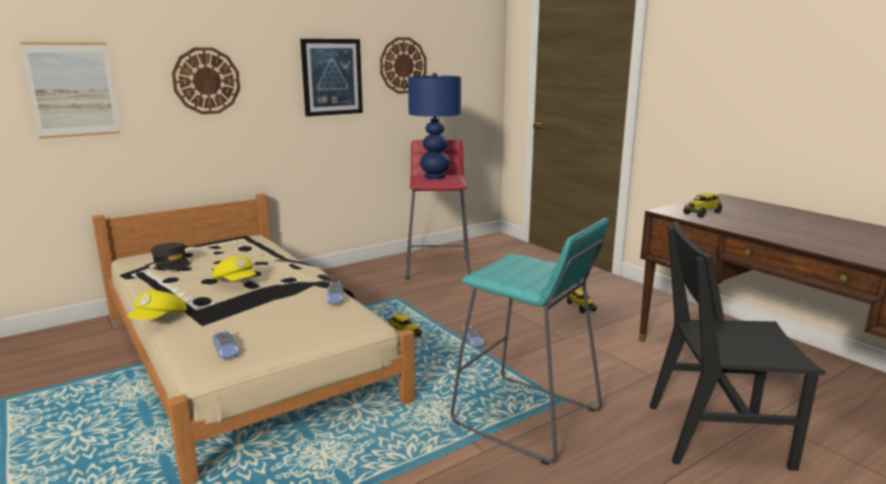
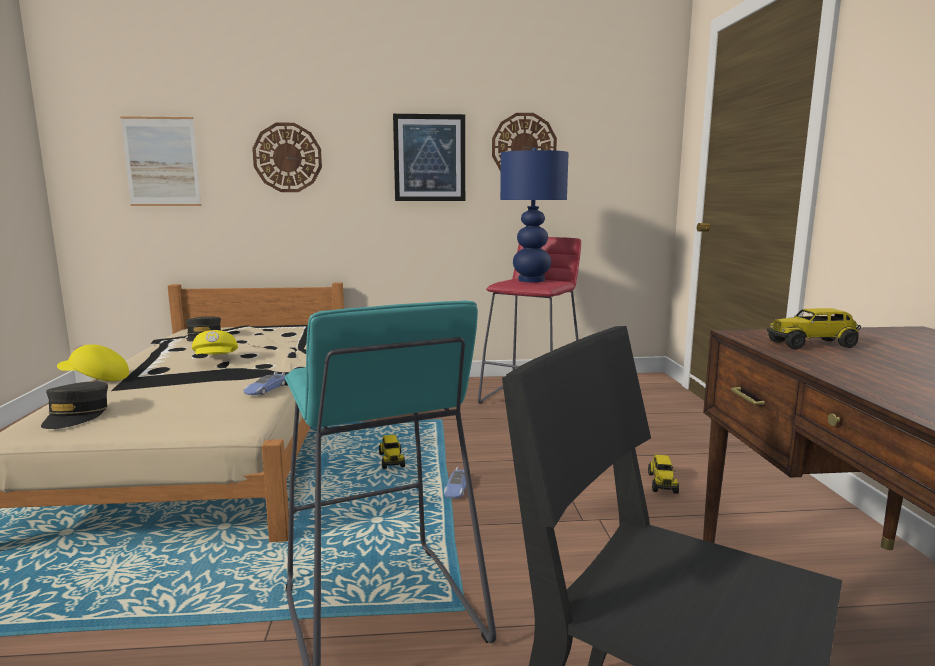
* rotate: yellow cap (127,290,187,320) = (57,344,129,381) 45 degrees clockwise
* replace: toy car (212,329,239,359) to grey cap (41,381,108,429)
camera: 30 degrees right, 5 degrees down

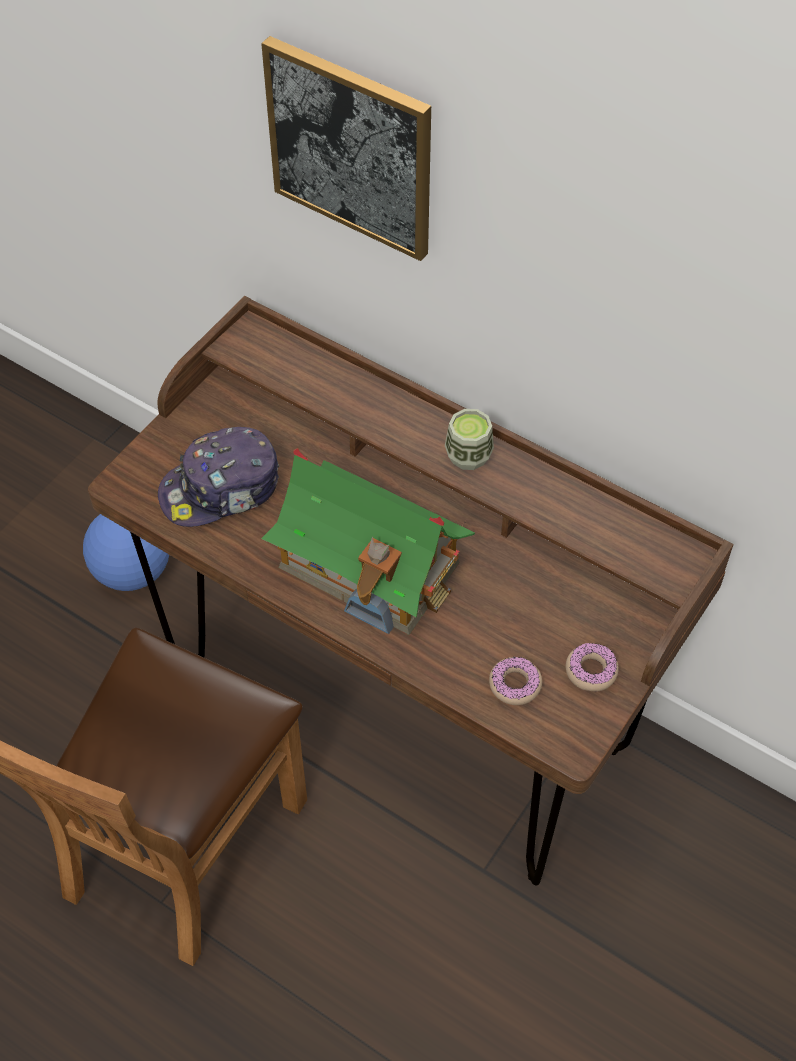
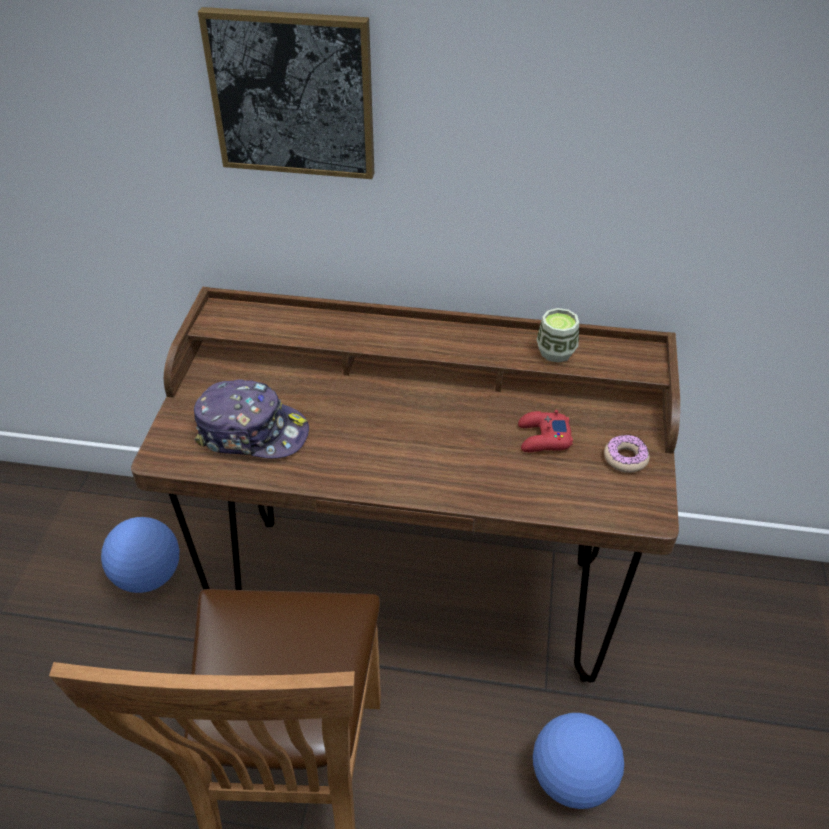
* rotate: cap (158,427,279,527) = (194,379,309,459) 120 degrees counterclockwise
* delete: toy house (261,448,475,635)
* move: cup (445,409,494,470) to (537,308,579,363)
* delete: donut (489,657,542,705)
* insert: red game controller (518,410,573,452)
* insert: football (533,713,624,809)
camera: 25 degrees left, 10 degrees down

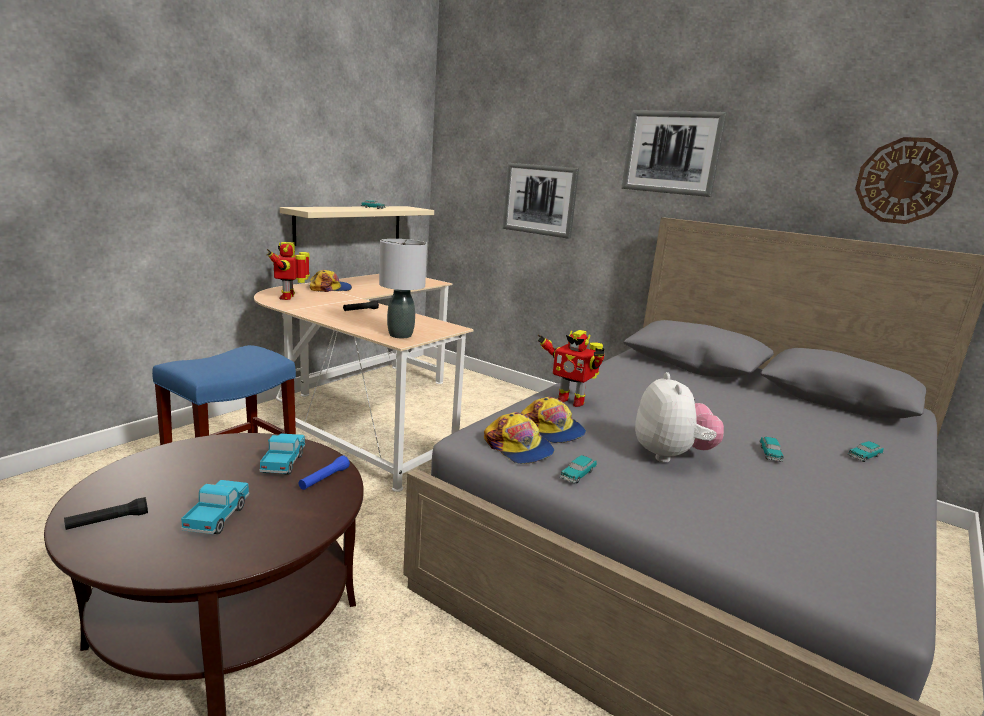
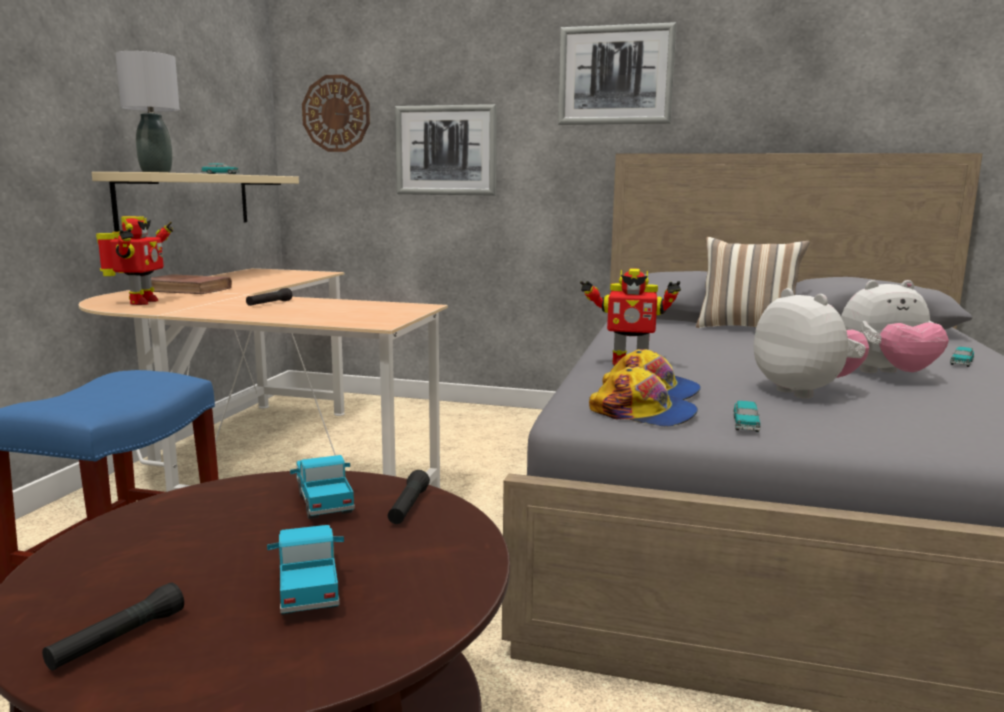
* rotate: toy robot (267,242,310,300) = (96,216,173,305) 150 degrees counterclockwise
* recolor: blue flashlight (299,455,350,490) to black flashlight (388,470,430,524)
* replace: cap (310,270,352,292) to brown book (151,274,232,294)
* move: grey table lamp (379,239,427,338) to (115,51,180,173)
* replace: toy car (759,437,784,462) to plush toy (841,280,949,373)
* move: wall clock (855,137,959,224) to (302,75,370,152)
* insert: pillow (696,237,810,328)
camera: 20 degrees left, 5 degrees down

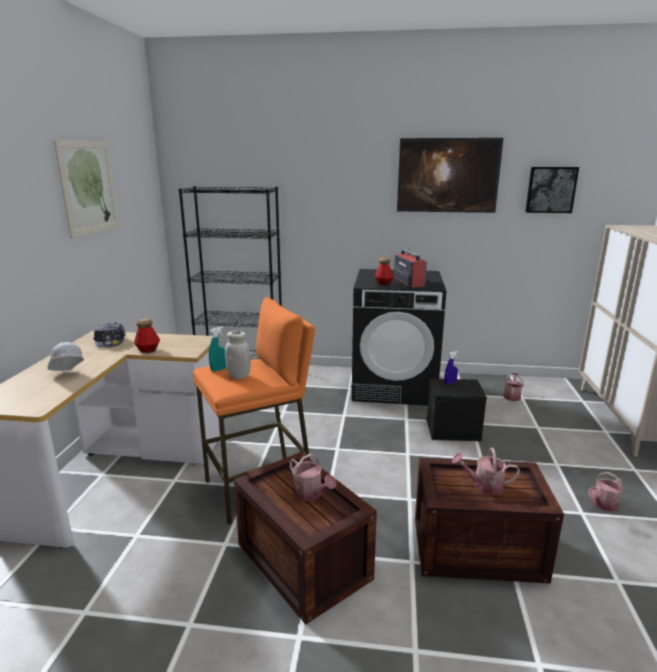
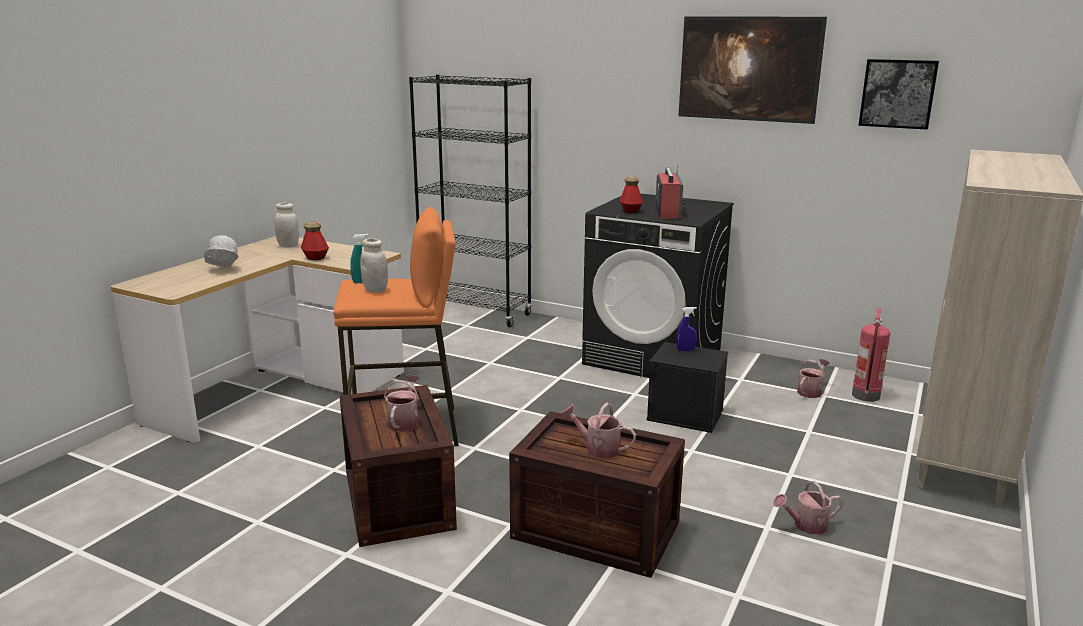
* delete: picture (53,140,119,238)
* replace: cap (93,322,126,347) to white jar (275,203,299,247)
* rotate: watering can (289,453,336,501) = (384,375,419,432) 150 degrees counterclockwise
* insert: fire extinguisher (852,308,890,402)
camera: 20 degrees right, 0 degrees up

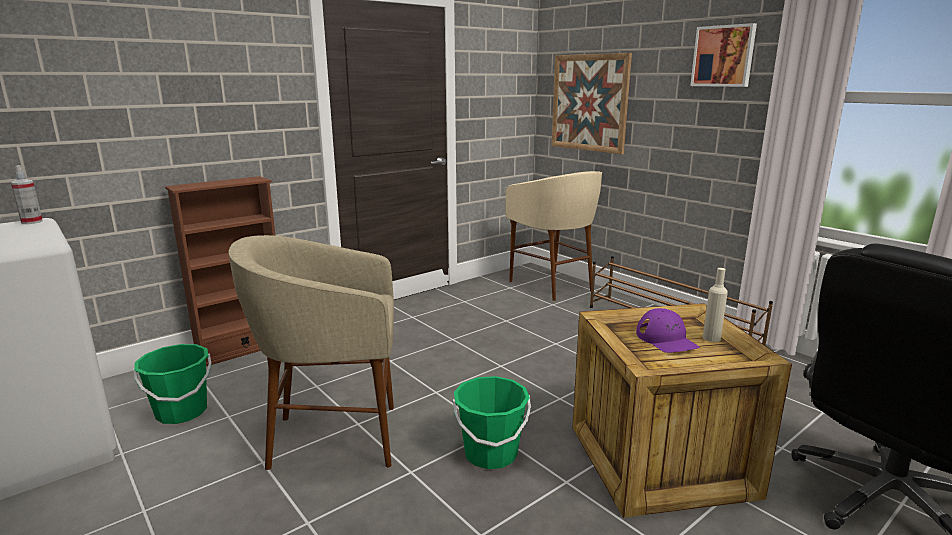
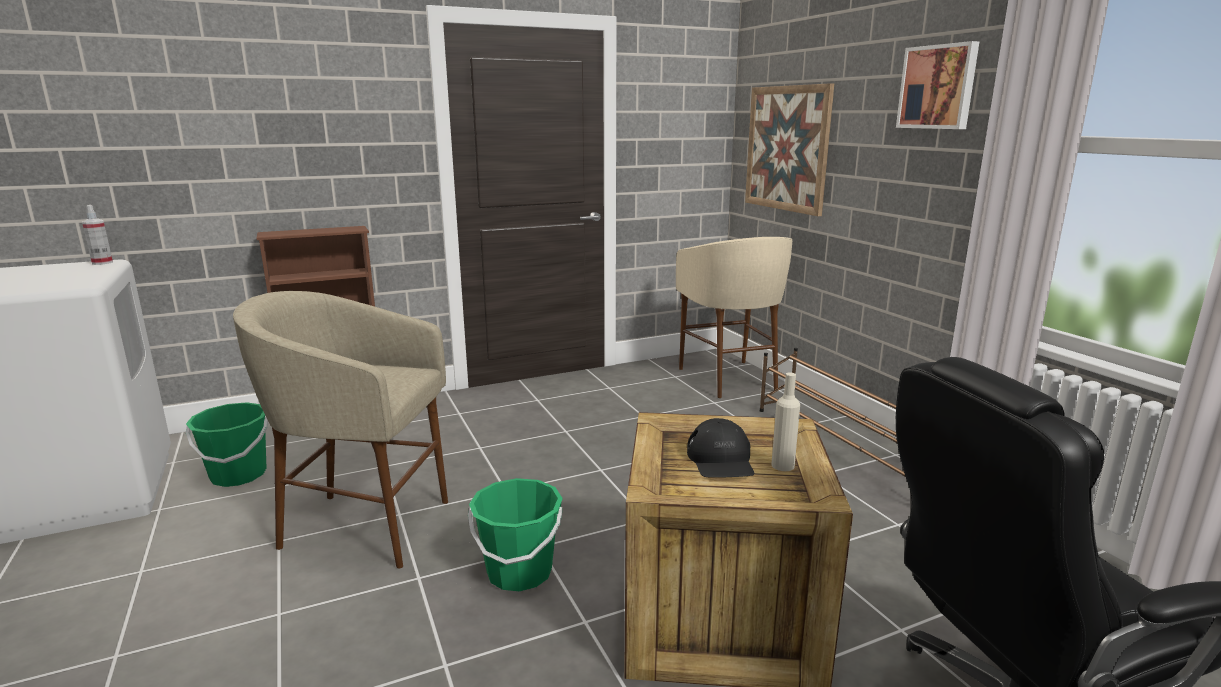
* recolor: purple cap (636,308,699,353) to black cap (687,418,754,477)
camera: 15 degrees right, 0 degrees up

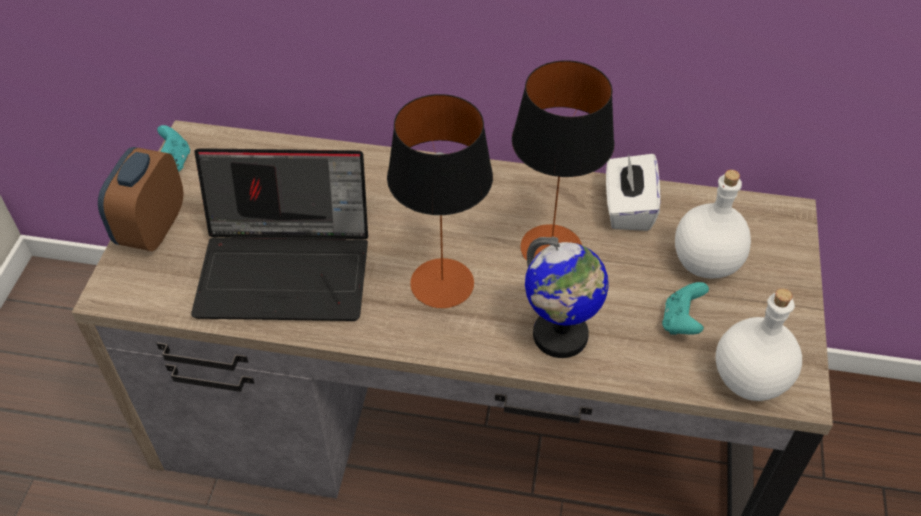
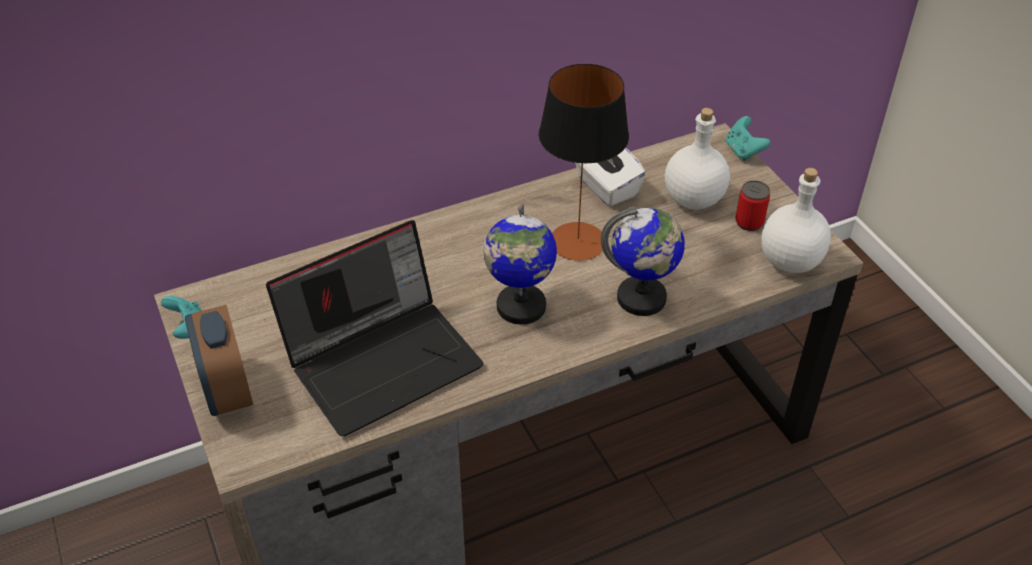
* replace: table lamp (387,94,493,308) to globe (483,203,557,325)
* move: turquoise game controller (662,282,709,335) to (726,116,771,161)
* insert: can (735,181,770,231)
camera: 35 degrees left, 5 degrees down

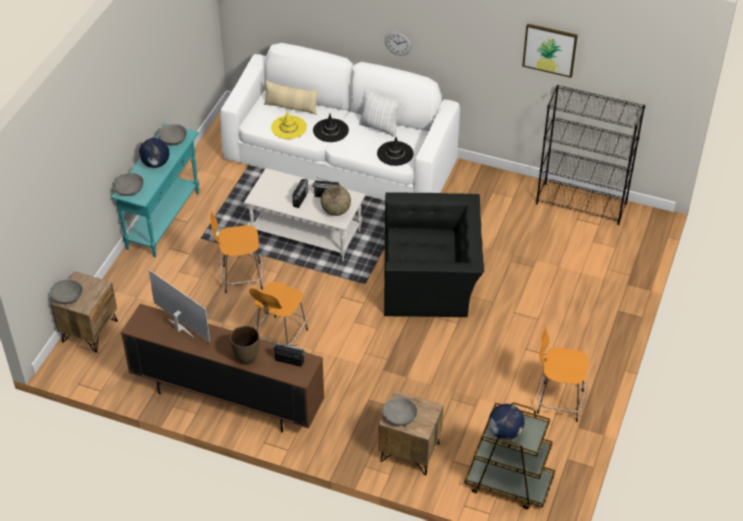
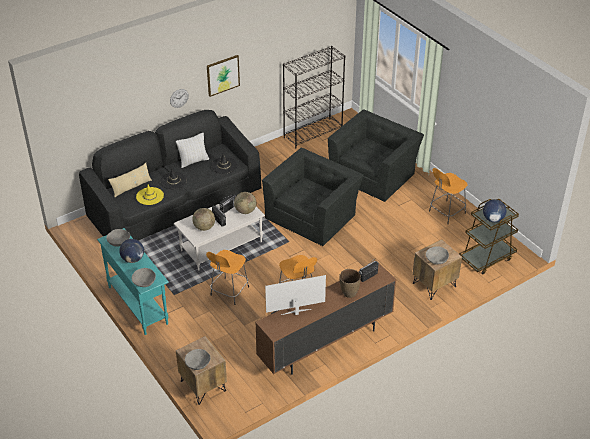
* recolor: white sofa (220,43,460,201) to black sofa (79,110,261,241)
* move: picture (522,24,578,78) to (207,55,240,97)
* insert: globe (192,208,215,231)
* insert: black armchair (328,109,424,202)
camera: 55 degrees left, 5 degrees down

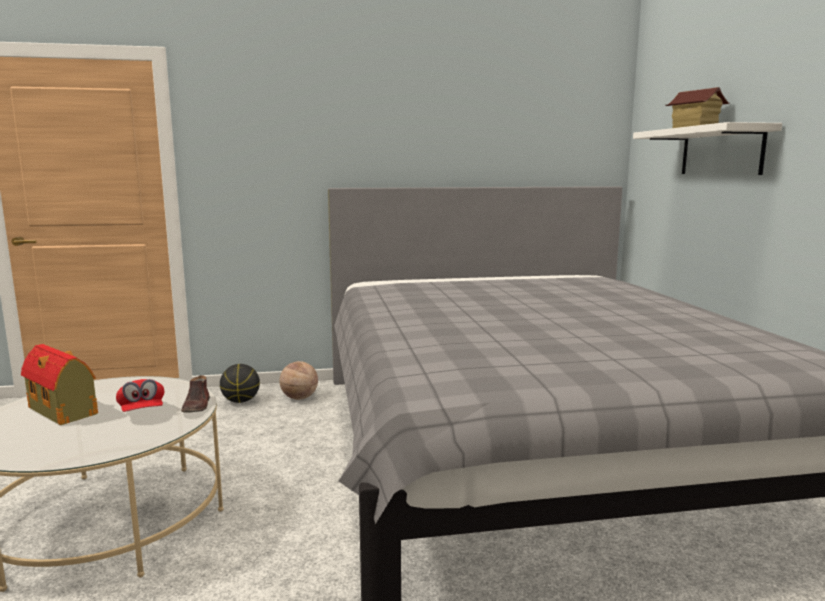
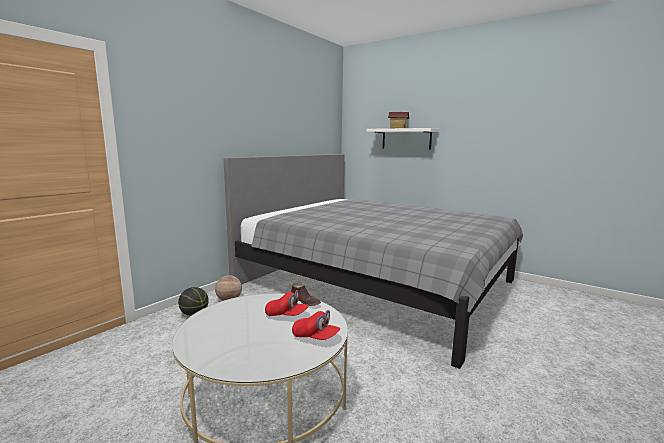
* delete: toy house (21,344,98,425)
* insert: red cap (292,310,340,340)
camera: 45 degrees left, 0 degrees up

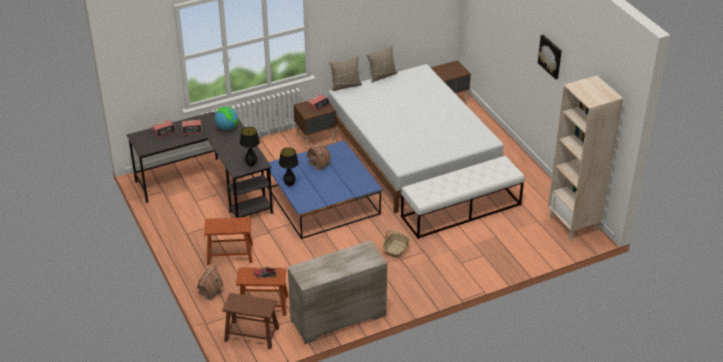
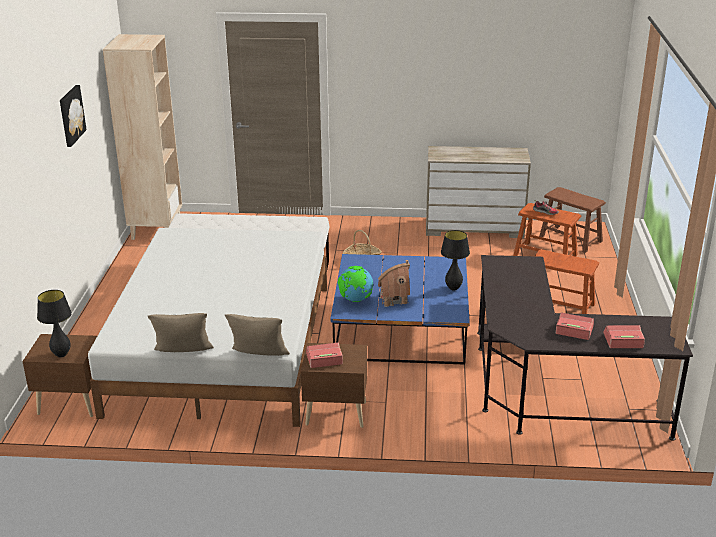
* delete: toy house (197,264,224,301)
* move: globe (214,107,238,130) to (338,266,373,302)
* move: black table lamp (240,127,260,166) to (37,290,72,357)
camera: 150 degrees left, 10 degrees down

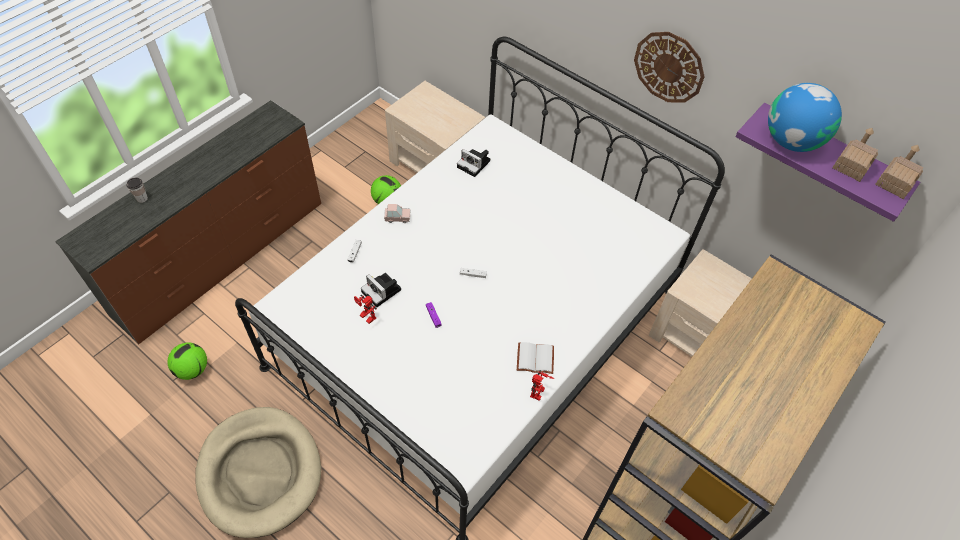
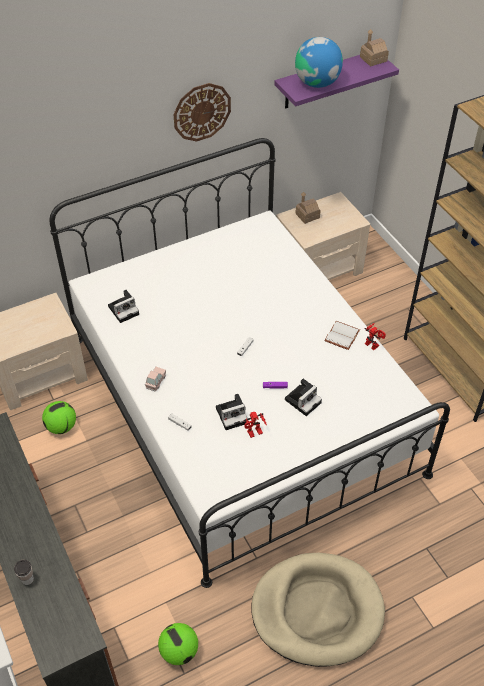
* move: toy house (832,128,878,182) to (295,192,321,224)
* insert: photo camera (285,379,322,416)
camera: 65 degrees left, 5 degrees down

